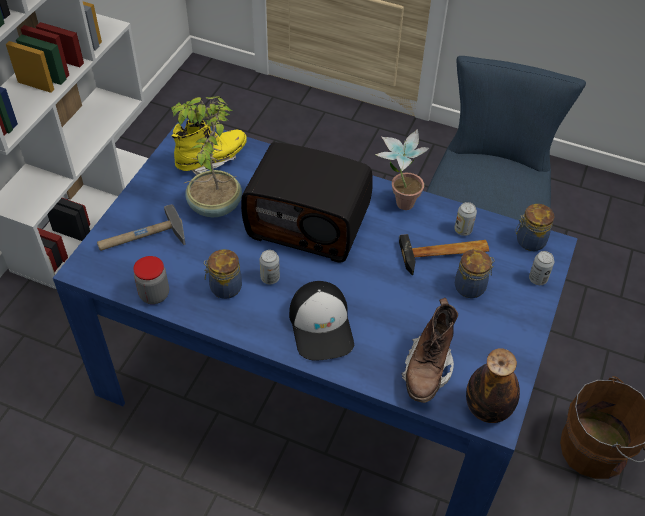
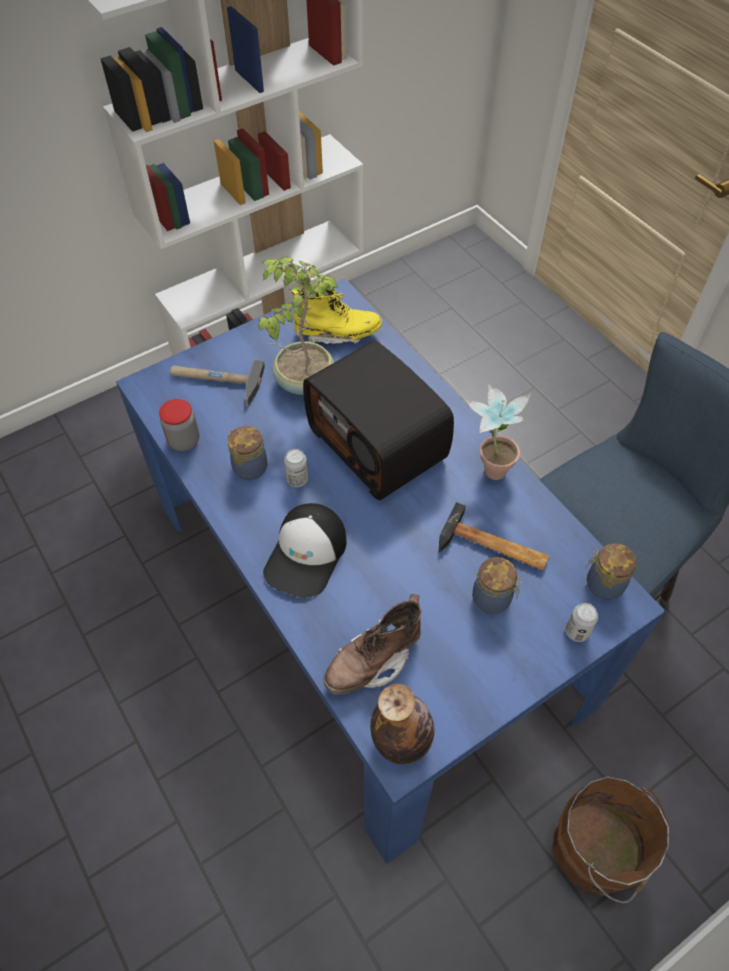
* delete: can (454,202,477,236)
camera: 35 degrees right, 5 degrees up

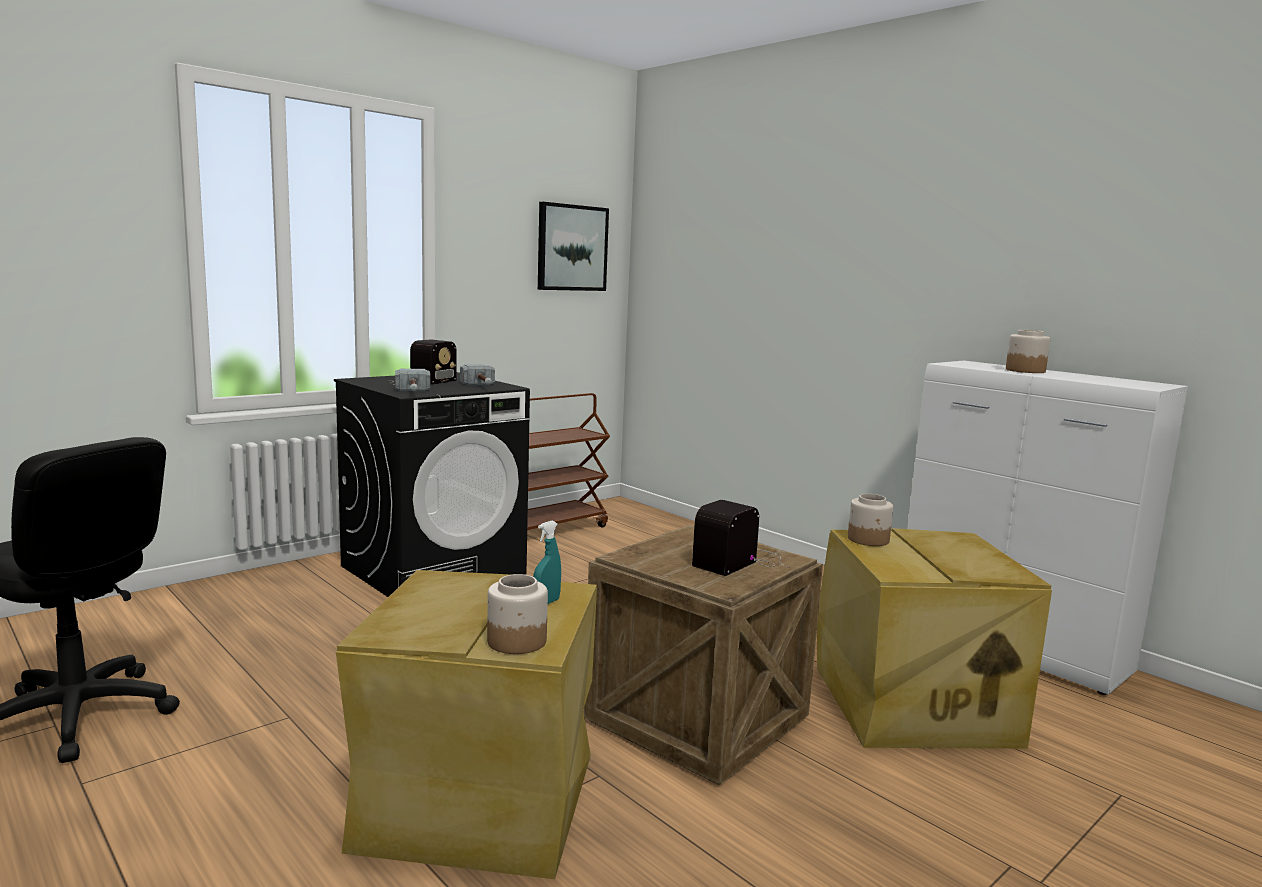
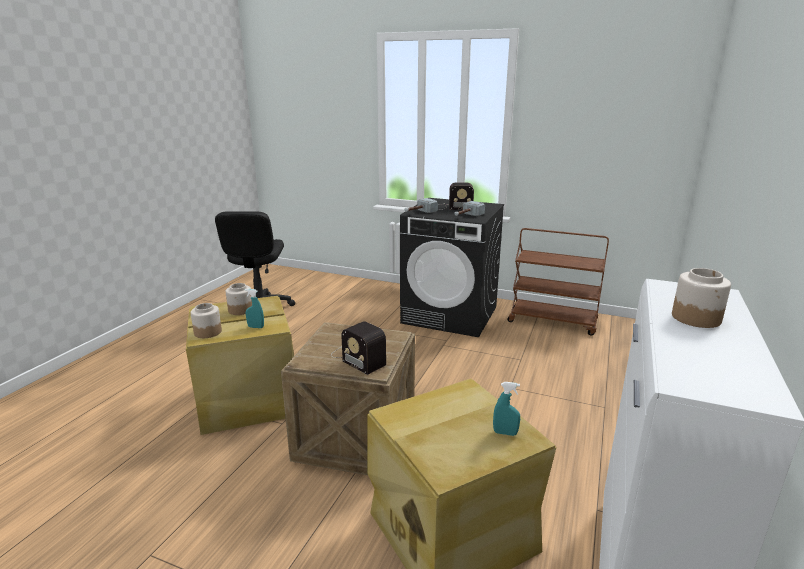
* delete: picture (538,202,609,291)
* rotate: radio (692,500,788,576) = (331,321,386,375) 150 degrees counterclockwise
* move: jar (848,494,893,546) to (226,283,252,315)
* insert: turquoise spray bottle (493,382,520,436)
camera: 65 degrees right, 10 degrees up

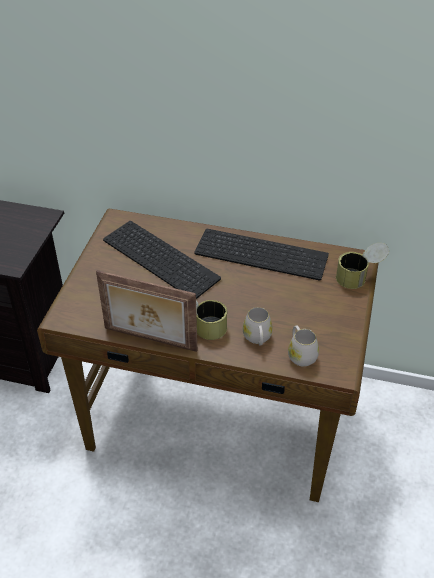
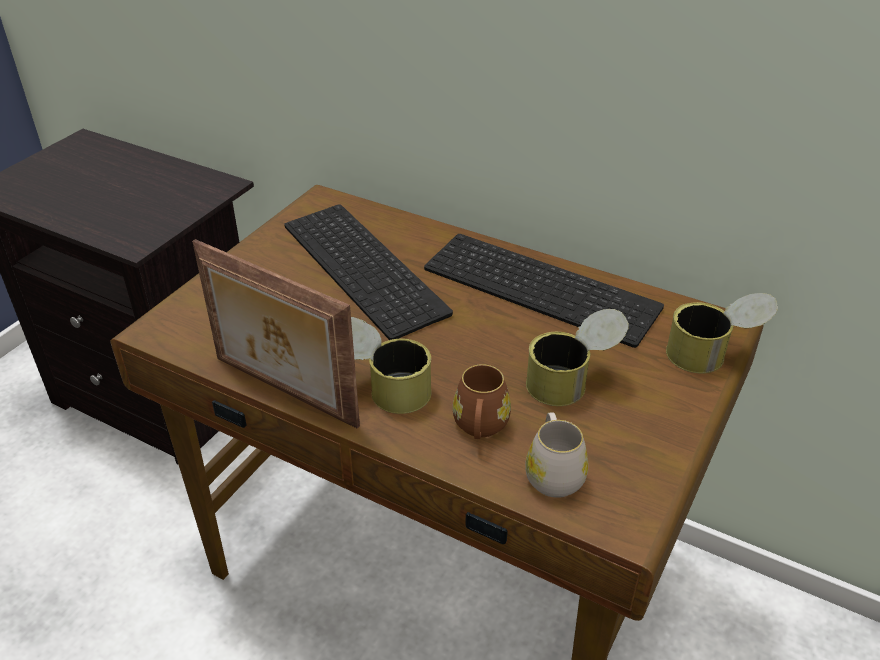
* recolor: white mug (243,307,273,345) to brown mug (453,364,511,439)
* insert: can (526,309,629,406)
camera: 15 degrees right, 5 degrees down

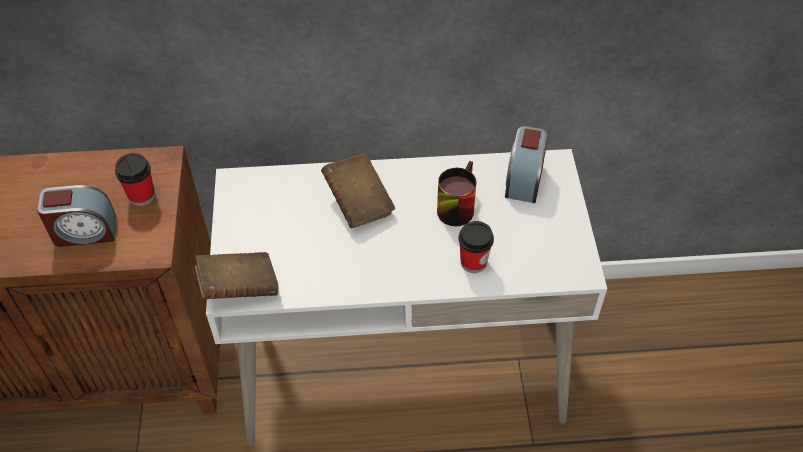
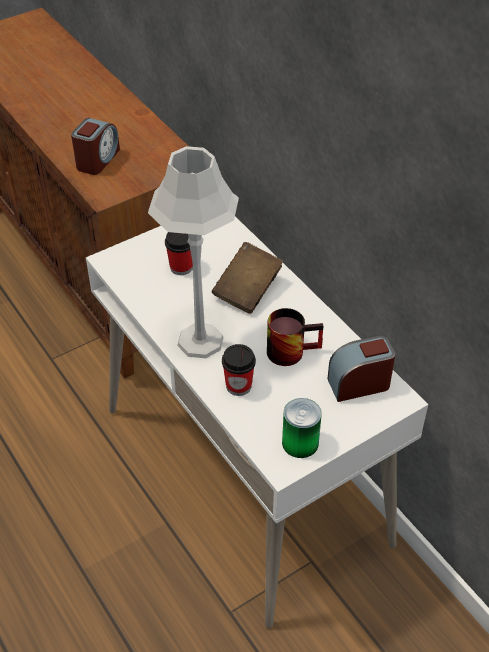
* rotate: alarm clock (37,185,116,247) = (71,118,120,175) 120 degrees counterclockwise
* move: cup (115,153,155,206) to (165,232,193,275)
* delete: brown book (195,252,279,299)
* insert: grey table lamp (148,146,239,358)
* insert: can (282,398,322,458)
camera: 60 degrees right, 5 degrees down

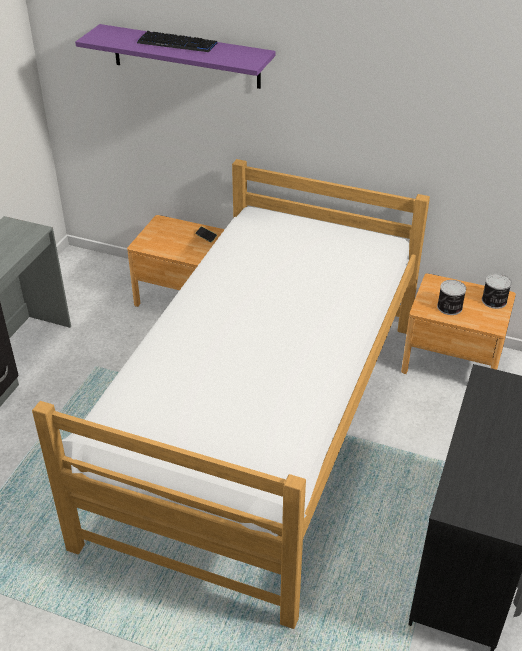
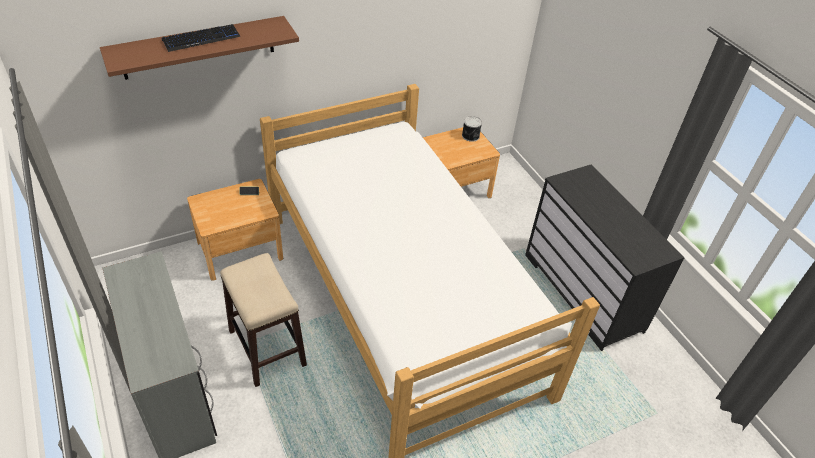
* recolor: purple shelf (75,24,276,89) to brown shelf (100,16,299,80)
* delete: can (437,280,466,315)
* insert: stool (220,253,307,387)
camera: 50 degrees left, 5 degrees up

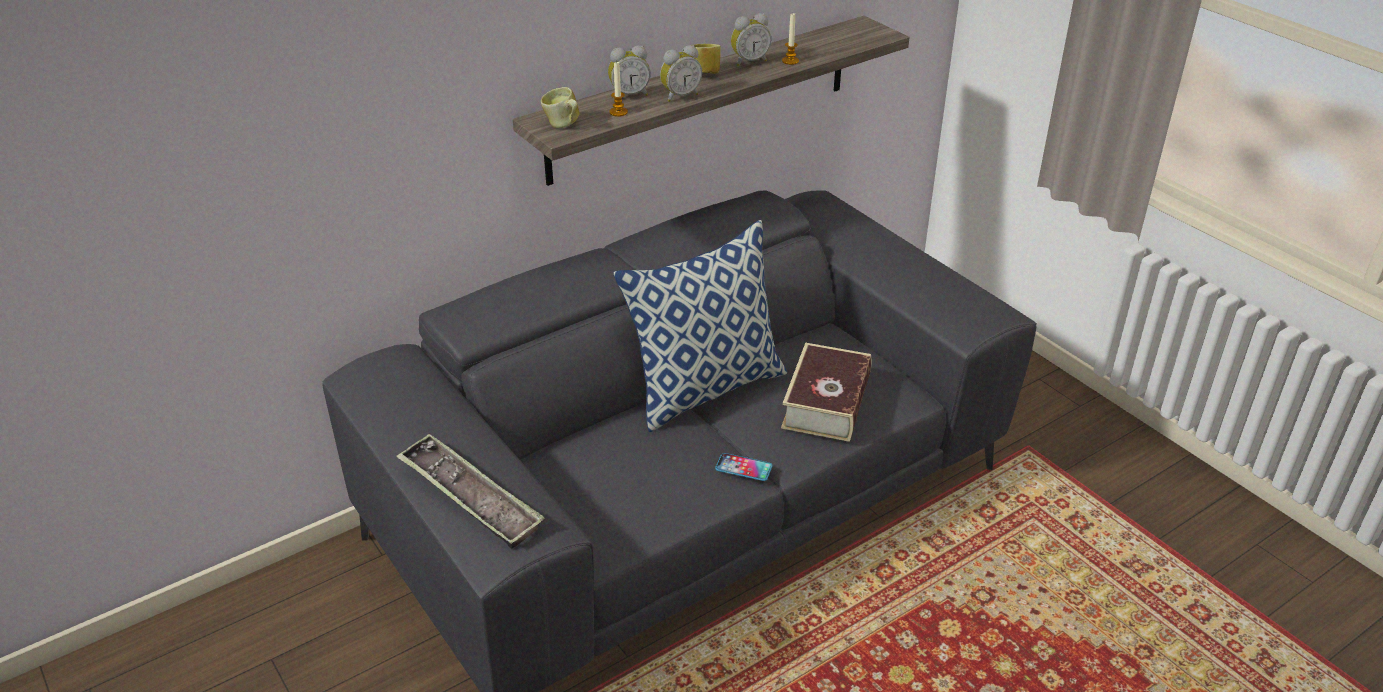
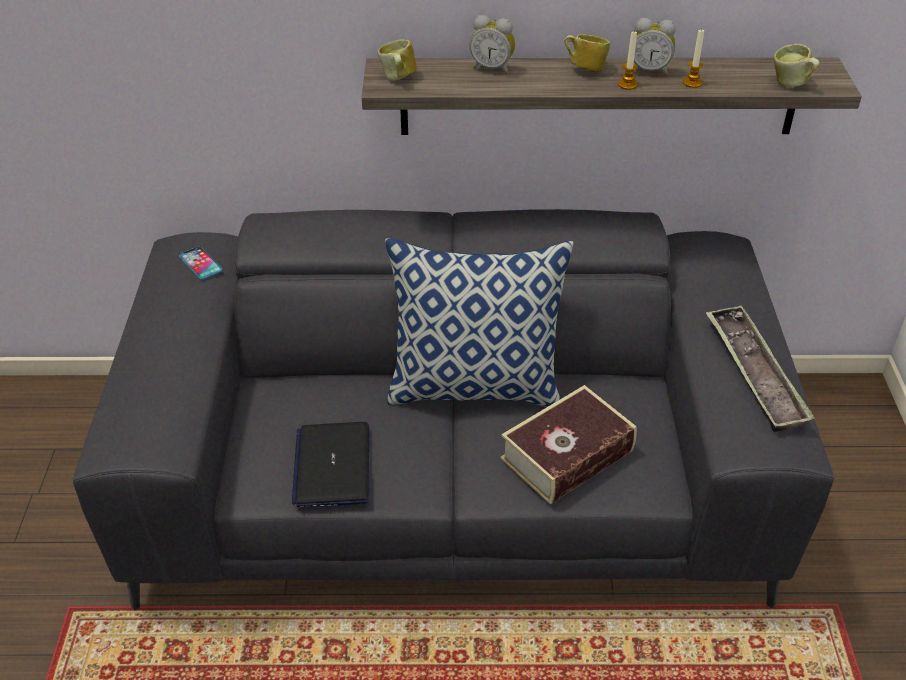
* move: tray (396,434,545,549) to (706,305,815,432)
* move: candle (609,61,628,117) to (618,32,638,90)
* delete: alarm clock (660,45,702,102)
* move: phone (715,453,773,481) to (179,246,222,280)
* insert: laptop (292,422,369,507)
* insert: mug (774,44,820,87)
camera: 35 degrees right, 5 degrees up

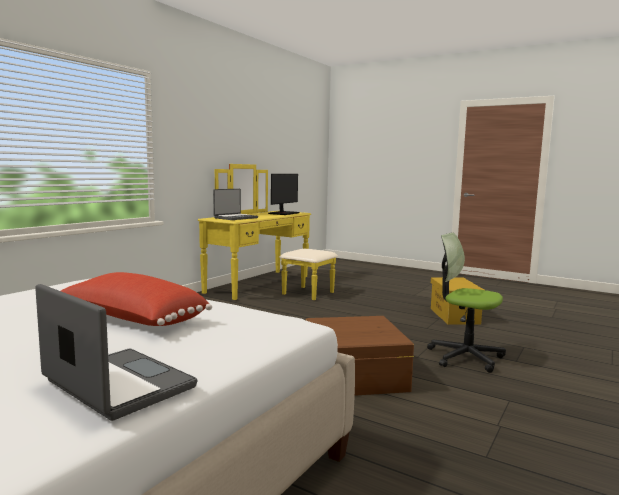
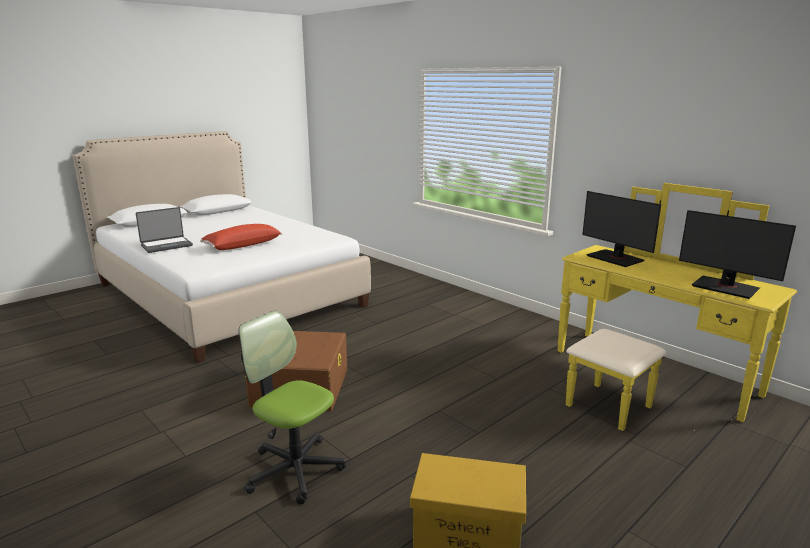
* replace: laptop (213,189,258,220) to monitor (582,191,661,267)
* rotate: office chair (427,232,506,373) = (239,311,346,504) 105 degrees counterclockwise
camera: 105 degrees right, 10 degrees up

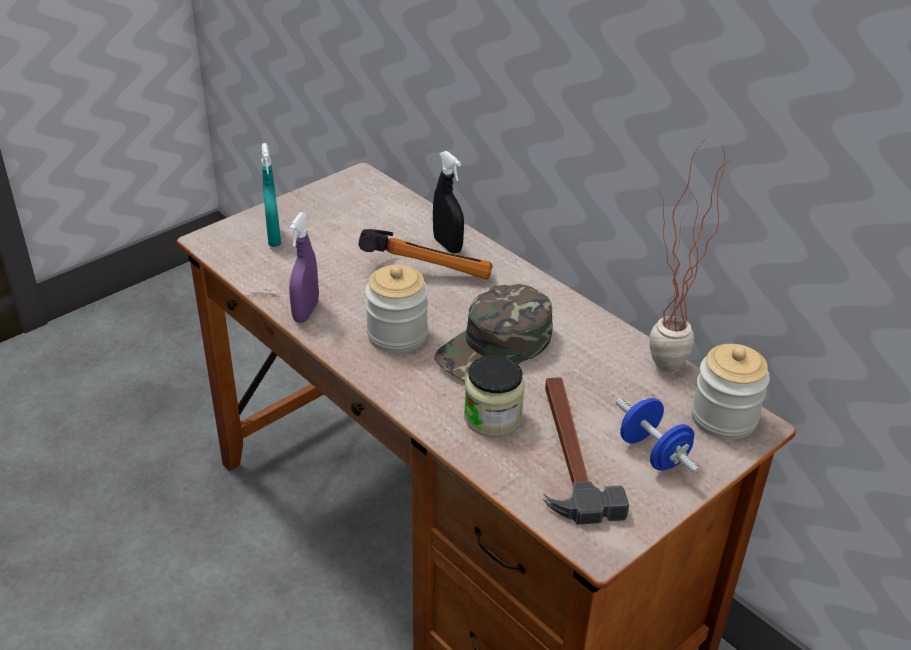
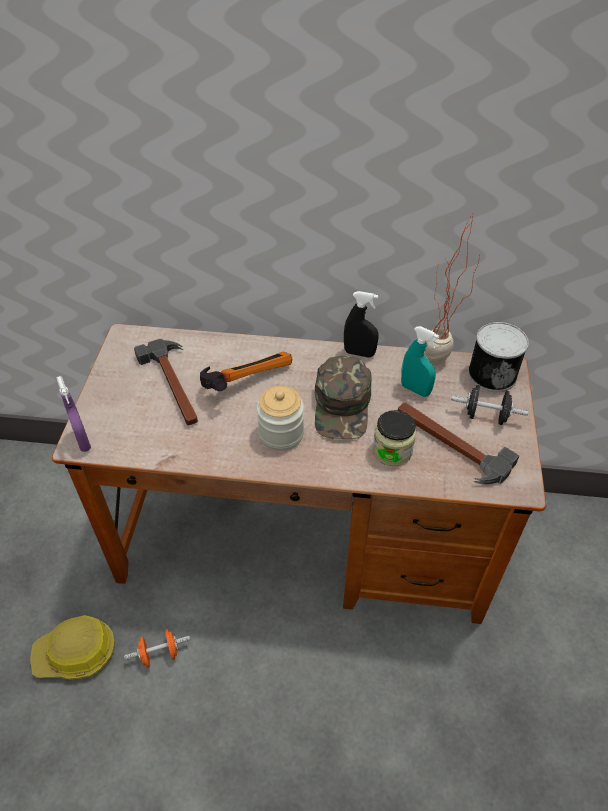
* move: turquoise spray bottle (262,143,281,247) to (401,326,439,397)
* move: purple spray bottle (289,212,319,323) to (56,376,91,452)
* move: black spray bottle (433,151,464,254) to (344,291,379,357)
* recolor: blue dumbbell (616,398,700,473) to black dumbbell (451,385,528,425)
* replace: jar (691,344,770,440) to can (468,322,529,392)
* insert: hard hat (30,615,115,680)
* insert: orange dumbbell (124,629,190,668)
* insert: hammer (134,338,198,425)
camera: 40 degrees left, 10 degrees up

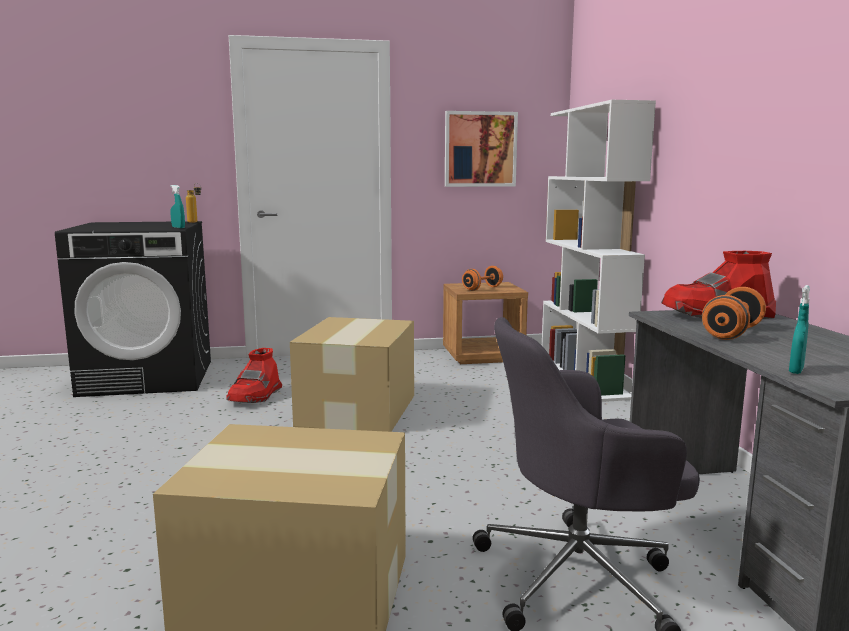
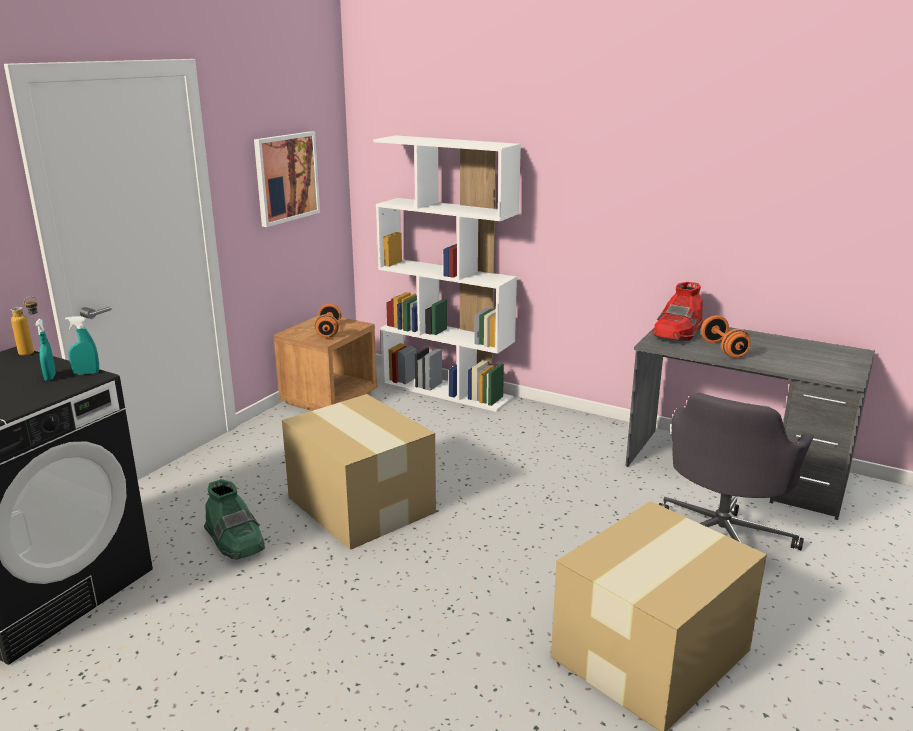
* recolor: red boot (226,348,282,403) to green boot (204,479,265,560)
* move: turquoise spray bottle (789,285,810,374) to (35,319,56,381)
camera: 50 degrees left, 10 degrees up

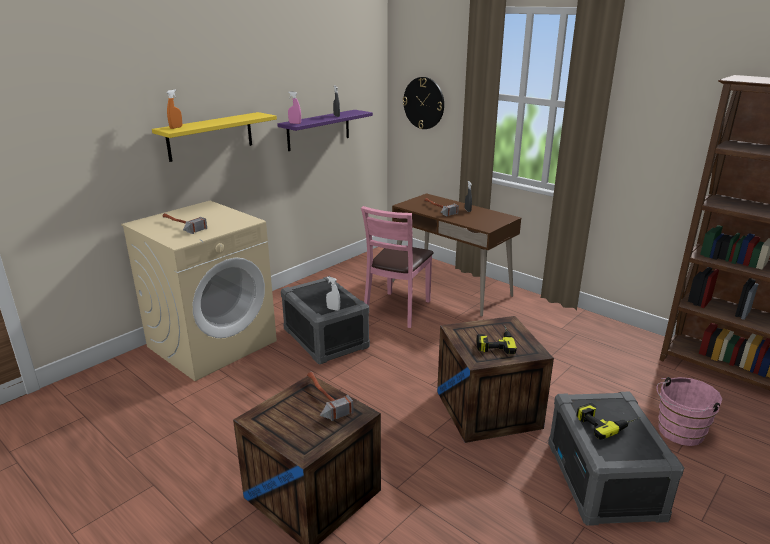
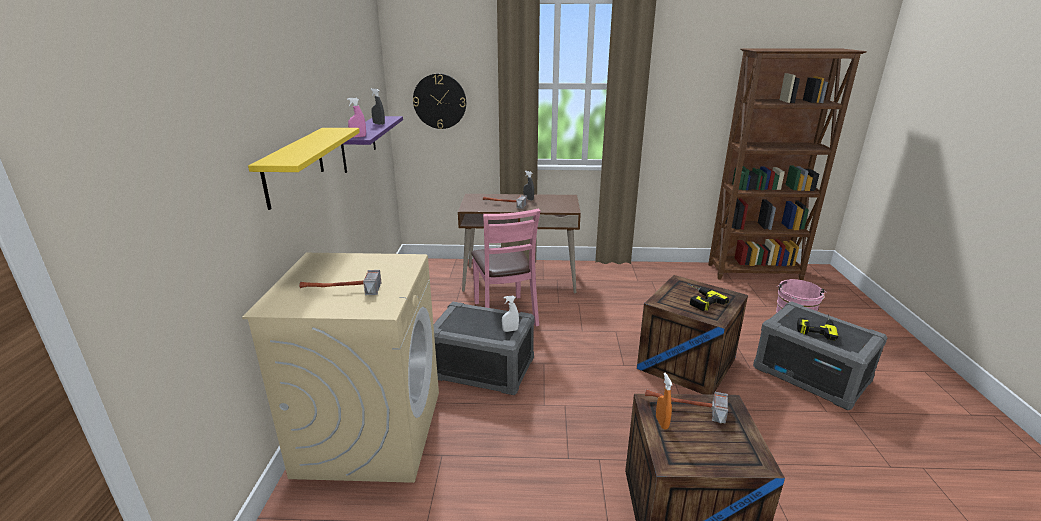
* move: orange spray bottle (166,90,182,129) to (656,373,673,429)
camera: 40 degrees left, 0 degrees up

